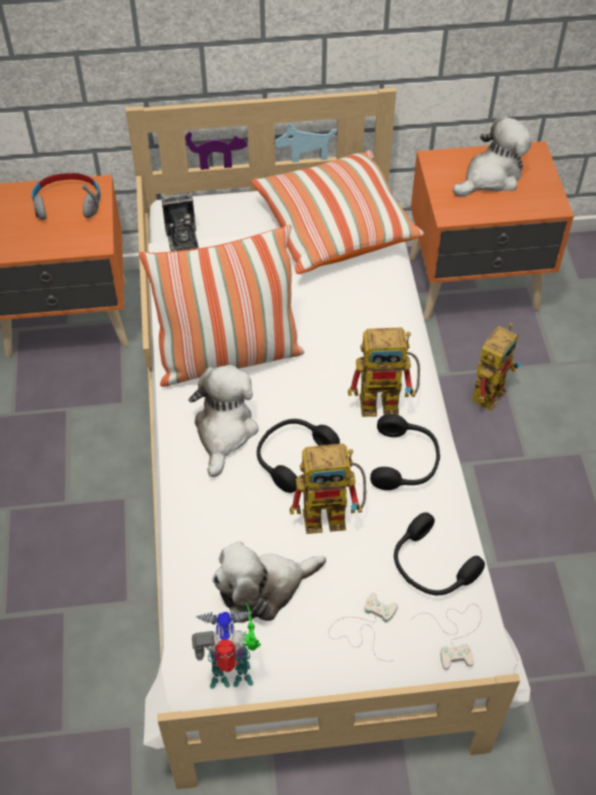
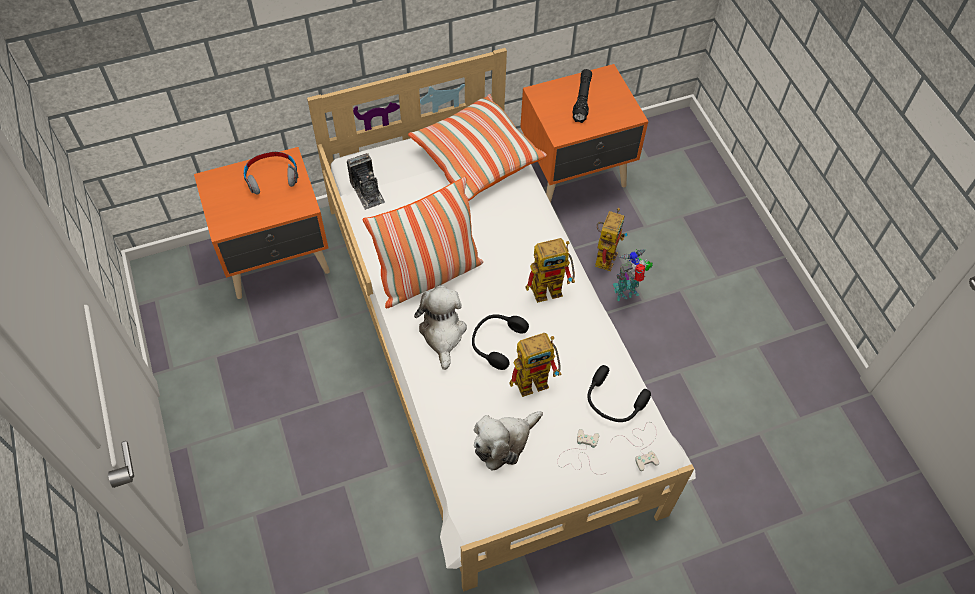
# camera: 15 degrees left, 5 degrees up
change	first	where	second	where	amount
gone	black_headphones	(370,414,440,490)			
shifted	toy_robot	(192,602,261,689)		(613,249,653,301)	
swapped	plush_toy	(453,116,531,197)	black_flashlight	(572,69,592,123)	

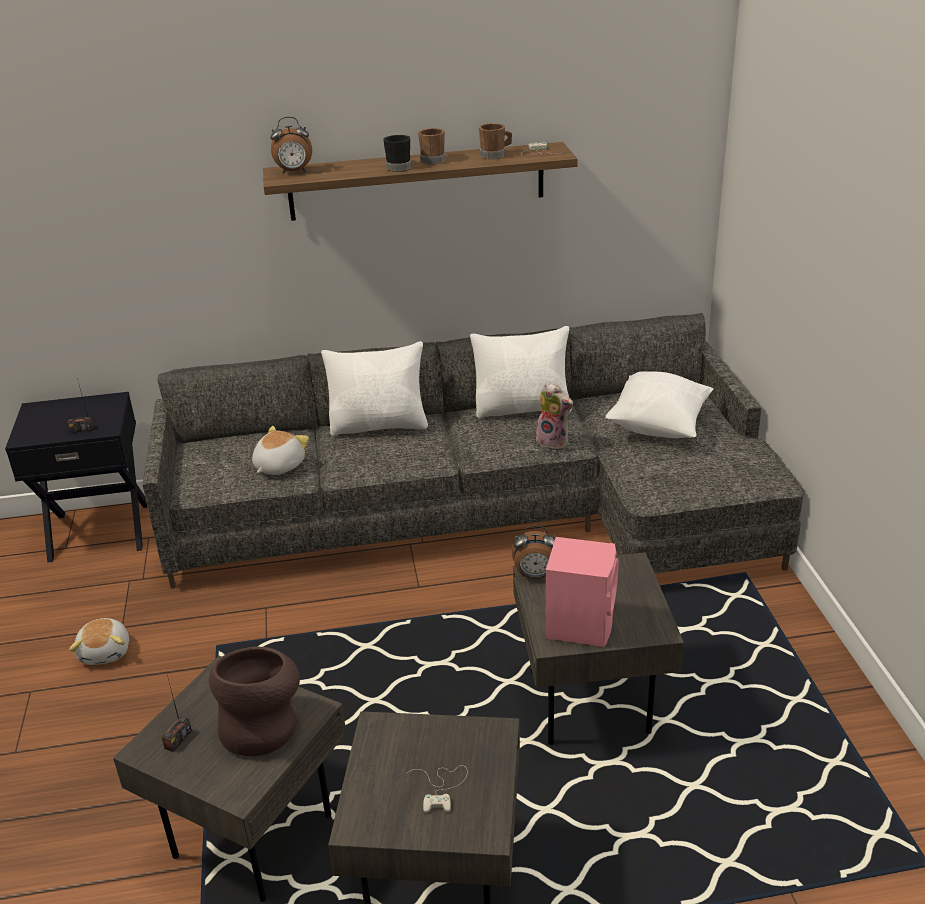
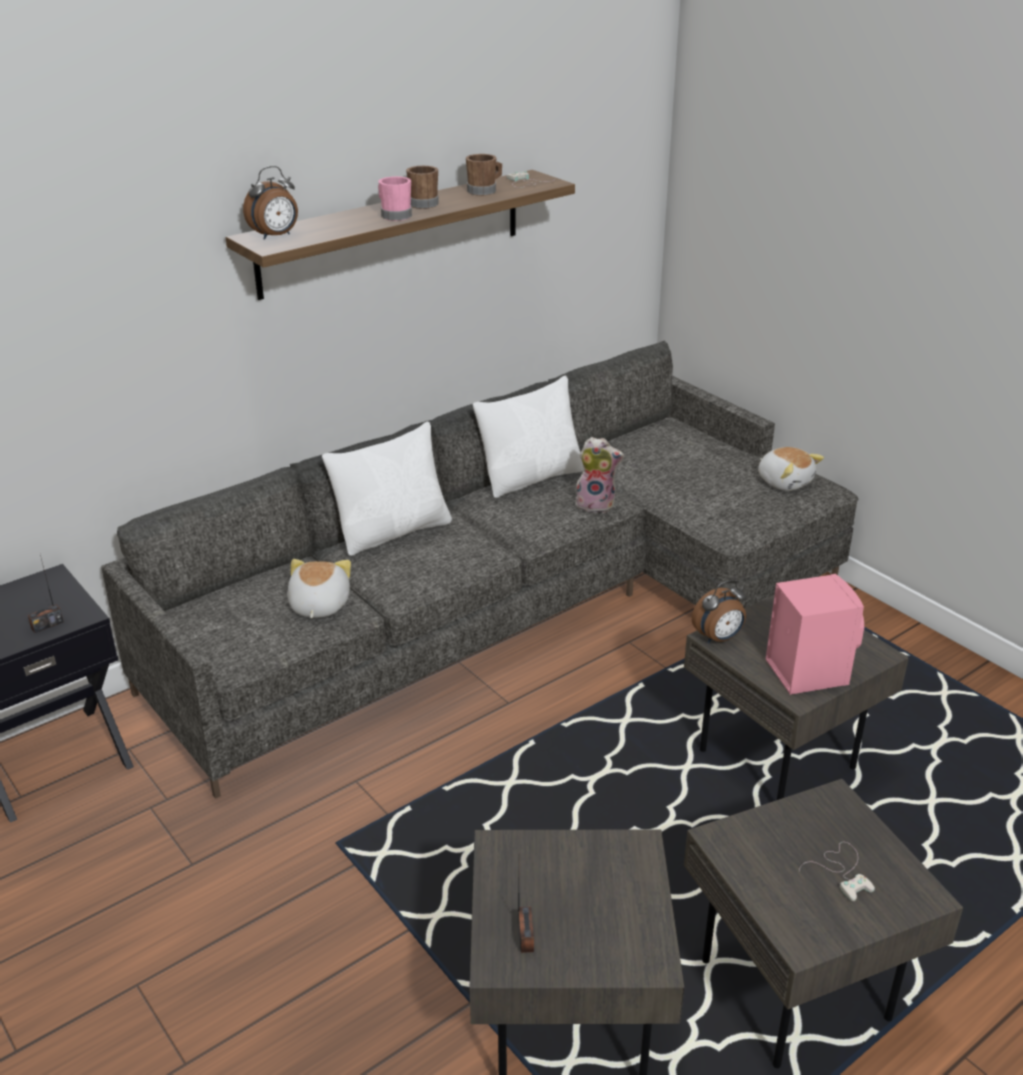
# camera: 30 degrees left, 0 degrees up
change	first	where	second	where	amount
gone	brown_vase	(209,647,300,756)			
gone	white_pillow	(605,371,713,438)			
shifted	plush_toy	(69,618,129,665)		(758,447,824,491)	
repainted	black_mug	(383,135,411,172)	pink_mug	(378,176,412,221)	

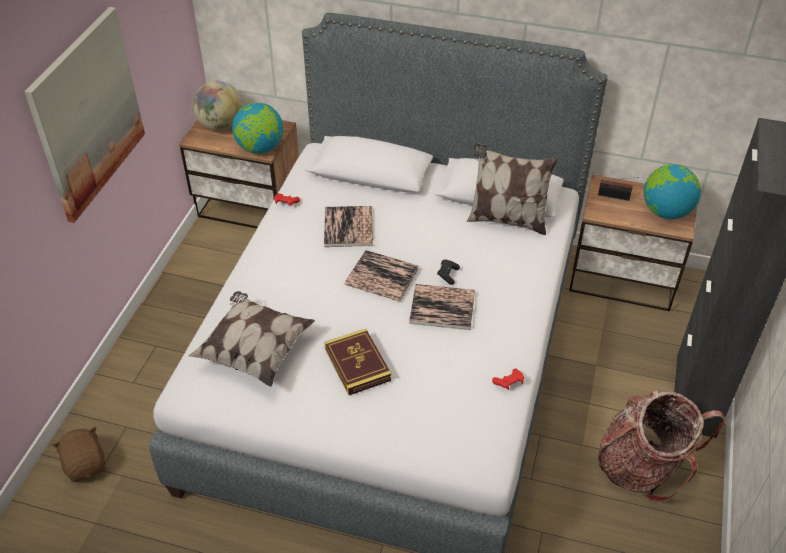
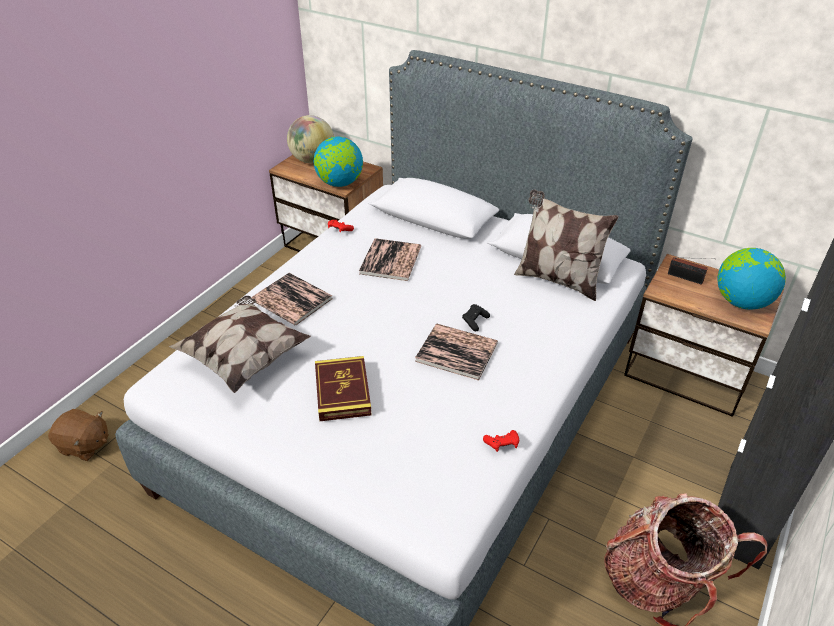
# camera: 15 degrees right, 5 degrees down
change	first	where	second	where	amount
gone	picture	(24,7,145,223)			
shifted	book	(345,250,418,301)		(251,273,332,326)	
rotated	brown_plush_toy	(52,427,106,482)		(48,409,108,461)	120 degrees clockwise

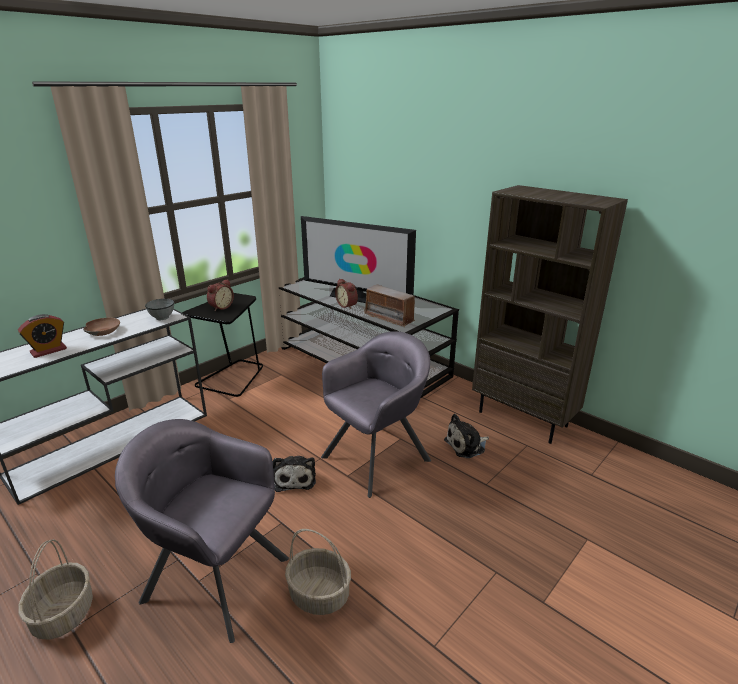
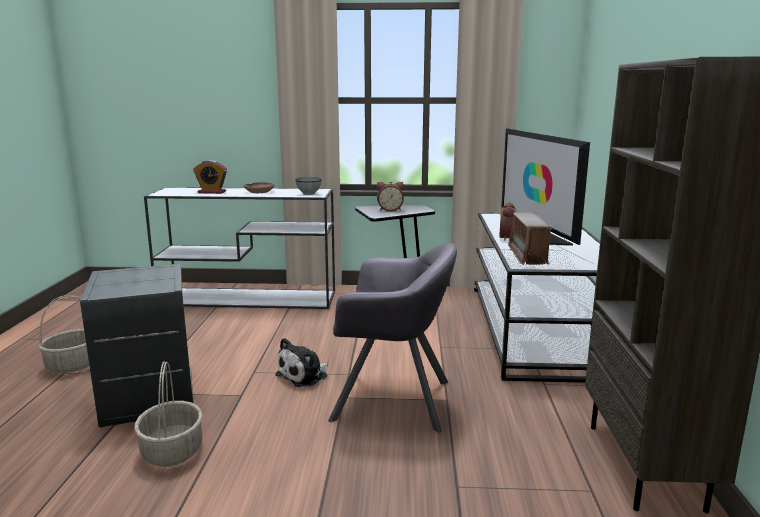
# camera: 50 degrees right, 10 degrees down
change	first	where	second	where	amount
gone	plush_toy	(444,414,489,458)			
swapped	grey_armchair	(115,419,289,643)	grey_side_table	(80,264,193,427)	

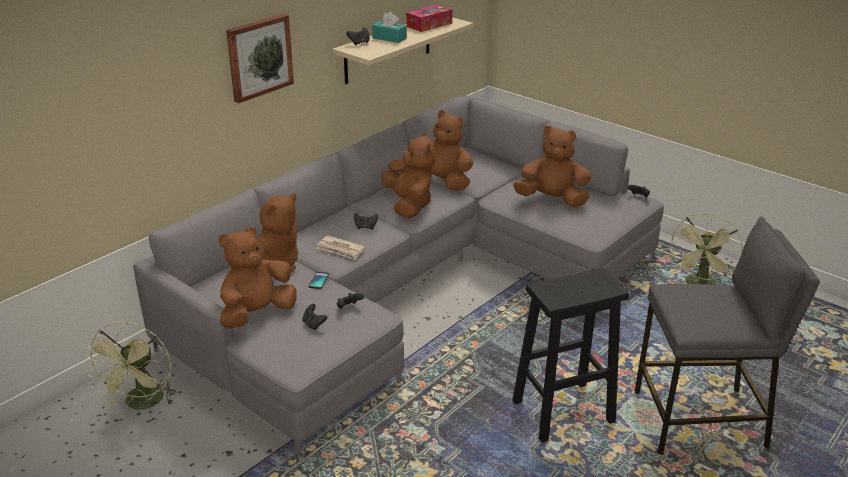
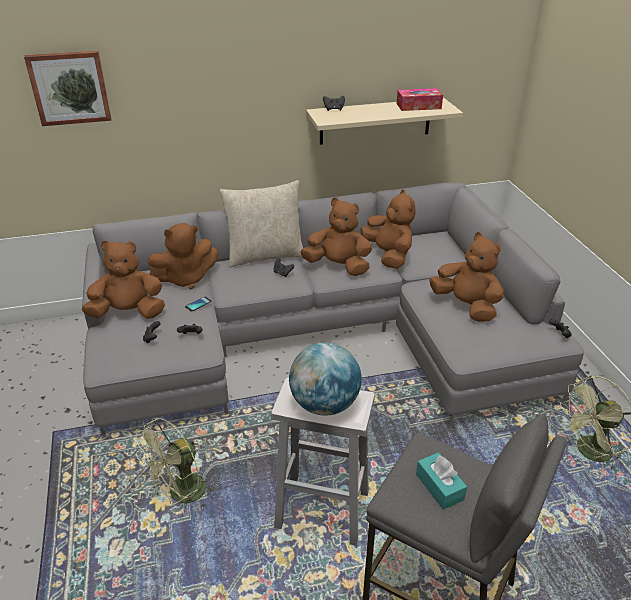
# camera: 35 degrees right, 5 degrees up
change	first	where	second	where	amount
gone	newspaper	(316,235,365,260)			
new			beige_pillow	(220,180,303,268)	
new			globe	(289,342,362,416)	
shifted	green_fan	(85,321,176,410)		(136,418,216,507)	
shifted	picture	(226,14,294,103)		(24,51,112,126)	
shifted	turquoise_tissue_box	(372,12,407,43)		(416,452,467,510)	
repainted	black_stool	(512,268,629,443)	white_stool	(271,378,375,546)	
rotated	brown_plush_toy	(382,133,435,218)		(300,198,372,276)	90 degrees counterclockwise

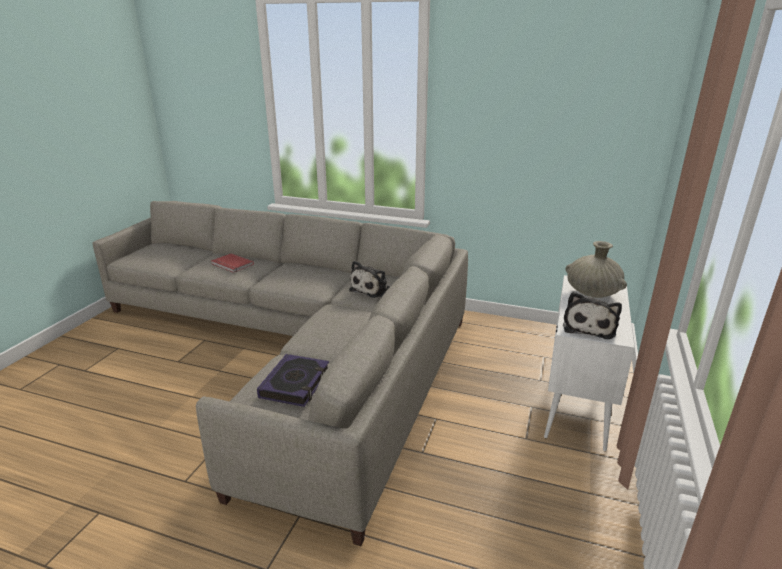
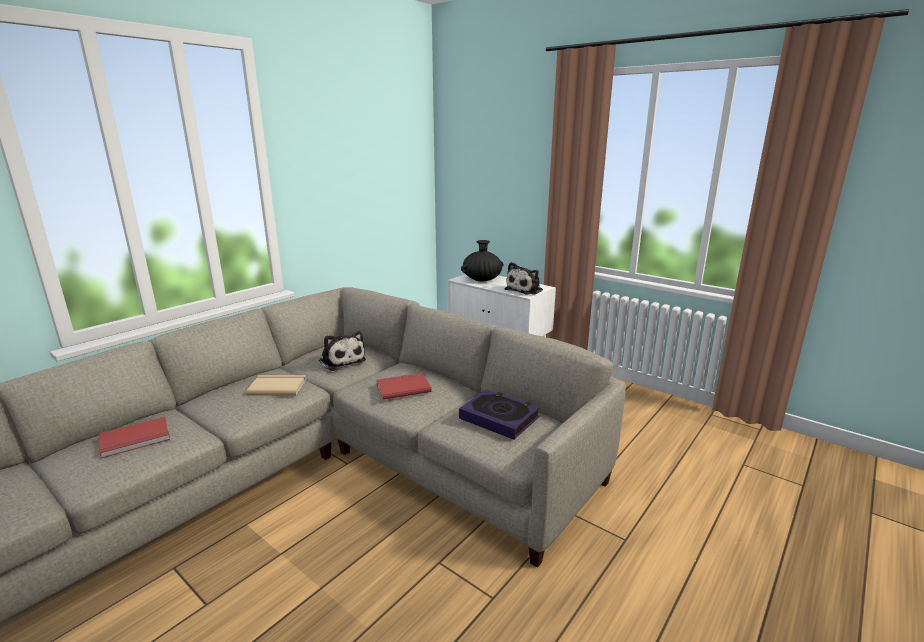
# camera: 70 degrees left, 5 degrees down
change	first	where	second	where	amount
new			beige_book	(246,375,306,396)	
new			red_book	(376,373,432,400)	
repainted	beige_vase	(566,241,627,298)	black_vase	(461,240,503,281)	
rotated	plush_toy	(563,292,622,339)		(505,262,543,295)	90 degrees clockwise

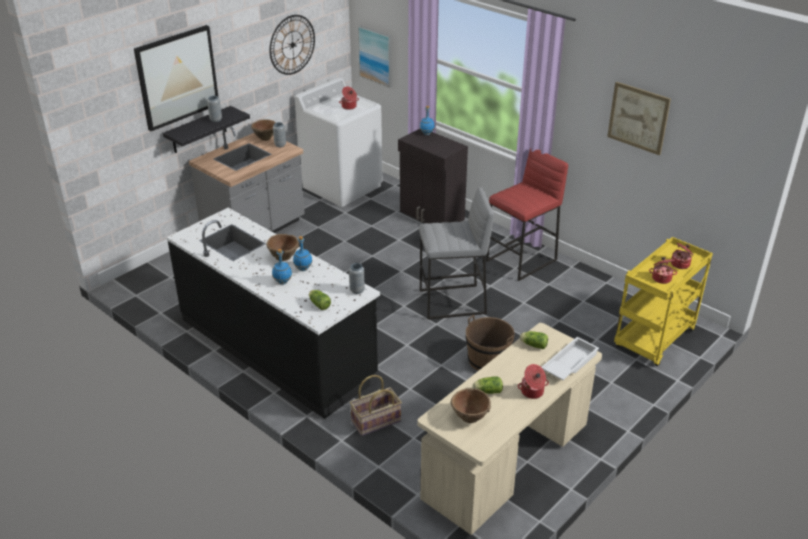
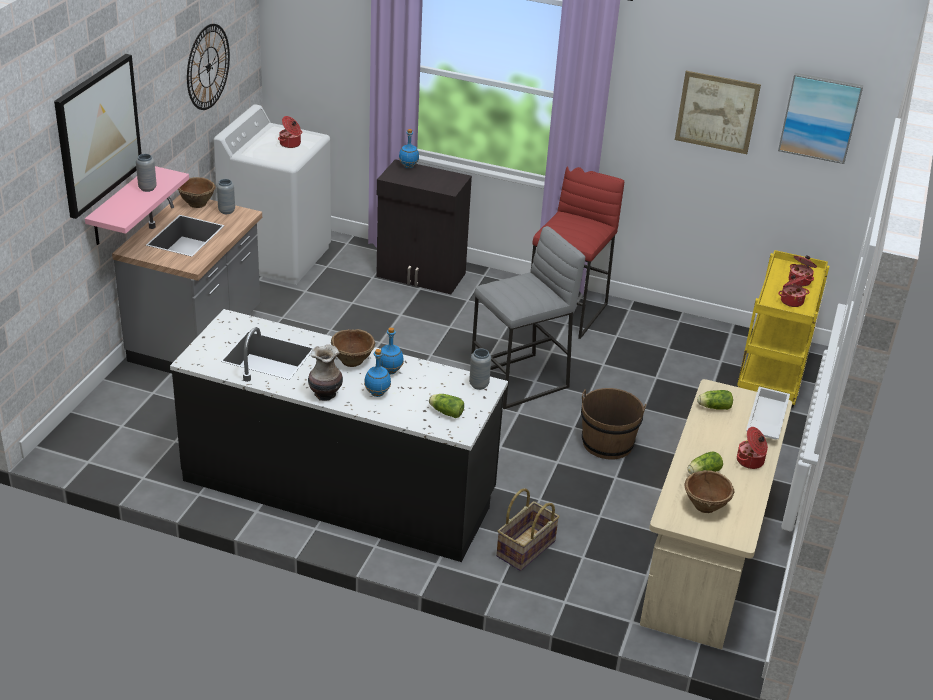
# camera: 25 degrees left, 0 degrees up
change	first	where	second	where	amount
new			vase	(308,344,343,401)	
shifted	picture	(358,25,392,88)		(778,73,864,164)	
repainted	black_shelf	(163,106,250,153)	pink_shelf	(85,166,189,245)	

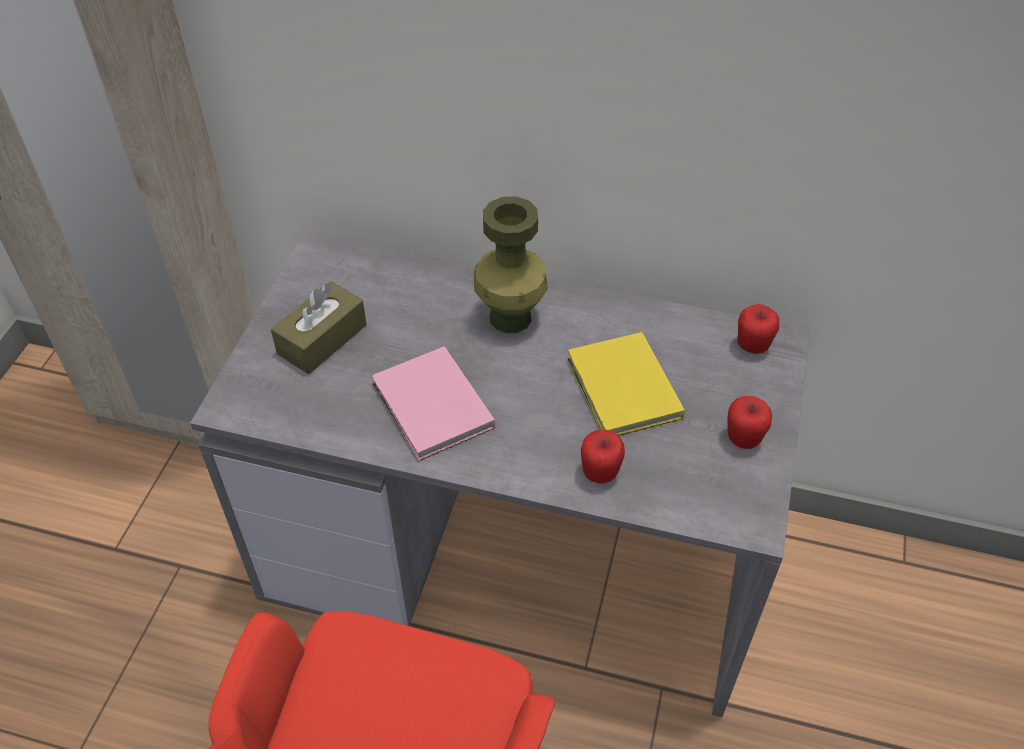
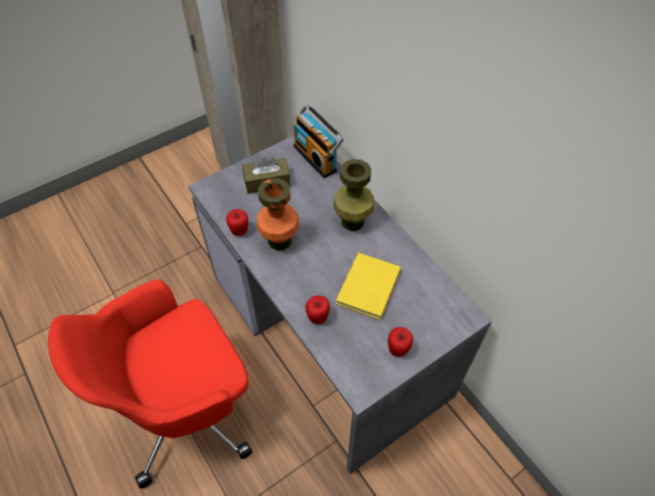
# camera: 40 degrees right, 5 degrees up
change	first	where	second	where	amount
new			radio	(293,104,344,178)	
shifted	apple	(737,304,780,354)		(226,209,248,236)	
swapped	pink_book	(371,346,495,461)	orange_vase	(257,178,299,251)	

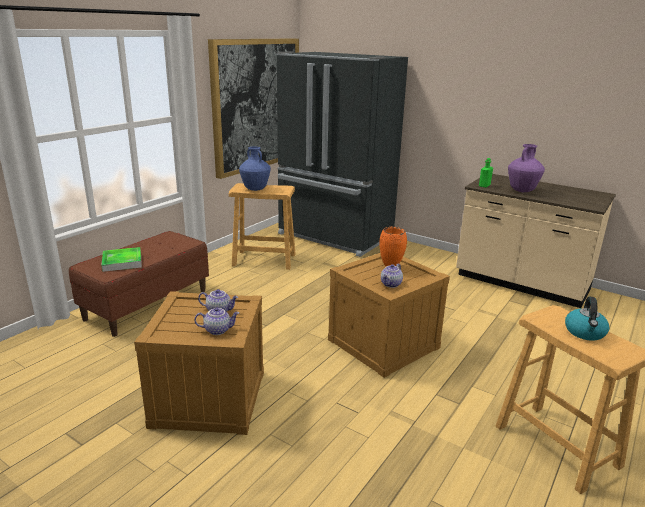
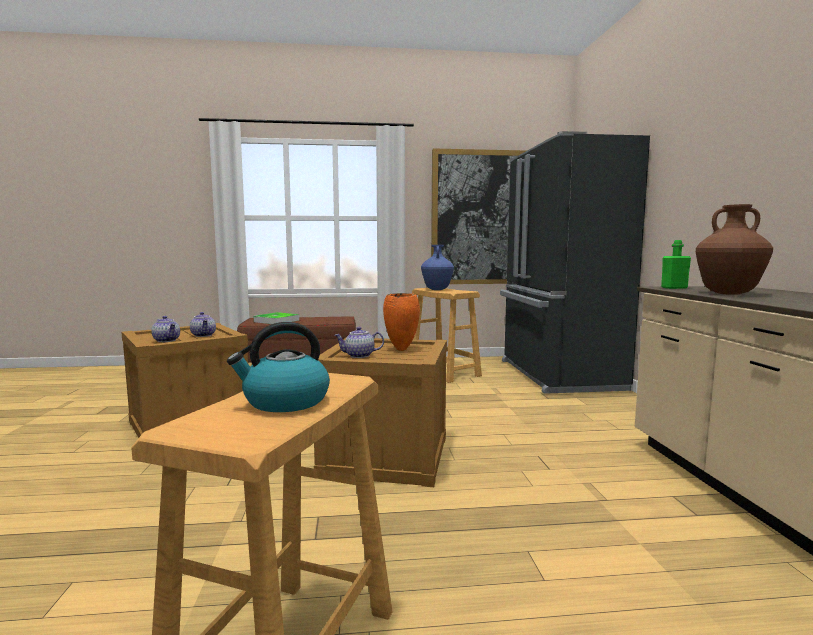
# camera: 50 degrees right, 15 degrees down
change	first	where	second	where	amount
repainted	purple_vase	(508,144,545,192)	brown_vase	(696,204,773,295)	

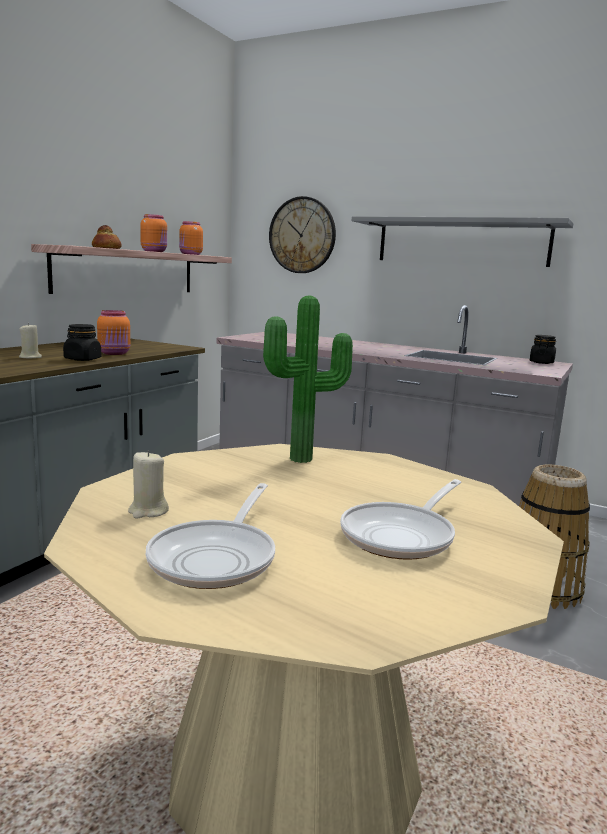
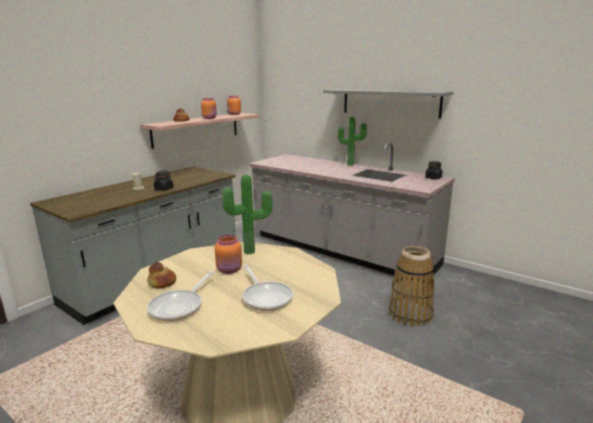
# camera: 10 degrees right, 5 degrees up
change	first	where	second	where	amount
gone	wall_clock	(269,196,336,273)			
new			potted_plant	(338,117,367,166)	
shifted	orange_jar	(97,310,130,355)		(215,235,242,274)	
swapped	beige_candle	(128,451,169,519)	bread	(147,262,176,289)	
rotated	frying_pan	(340,479,461,560)		(243,265,293,311)	75 degrees counterclockwise

